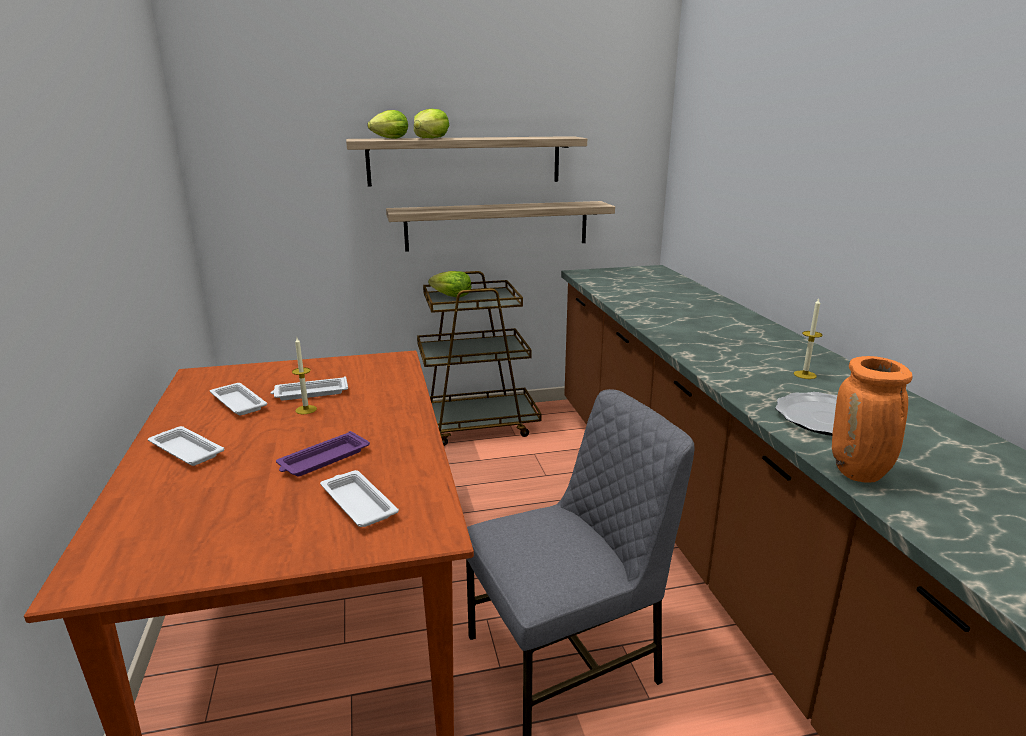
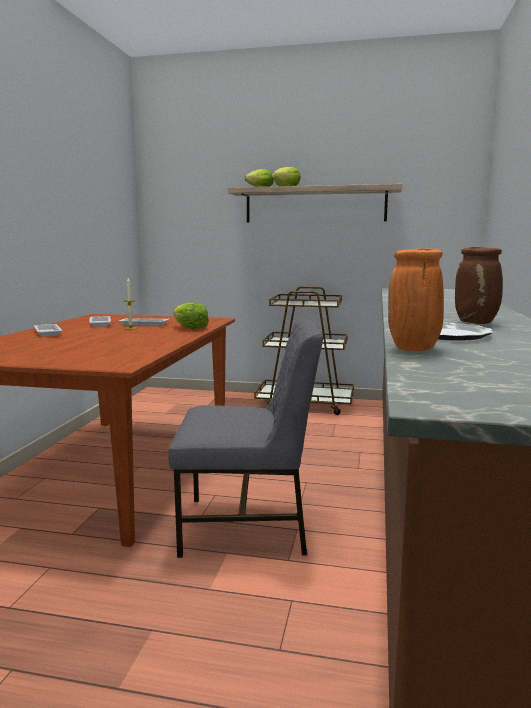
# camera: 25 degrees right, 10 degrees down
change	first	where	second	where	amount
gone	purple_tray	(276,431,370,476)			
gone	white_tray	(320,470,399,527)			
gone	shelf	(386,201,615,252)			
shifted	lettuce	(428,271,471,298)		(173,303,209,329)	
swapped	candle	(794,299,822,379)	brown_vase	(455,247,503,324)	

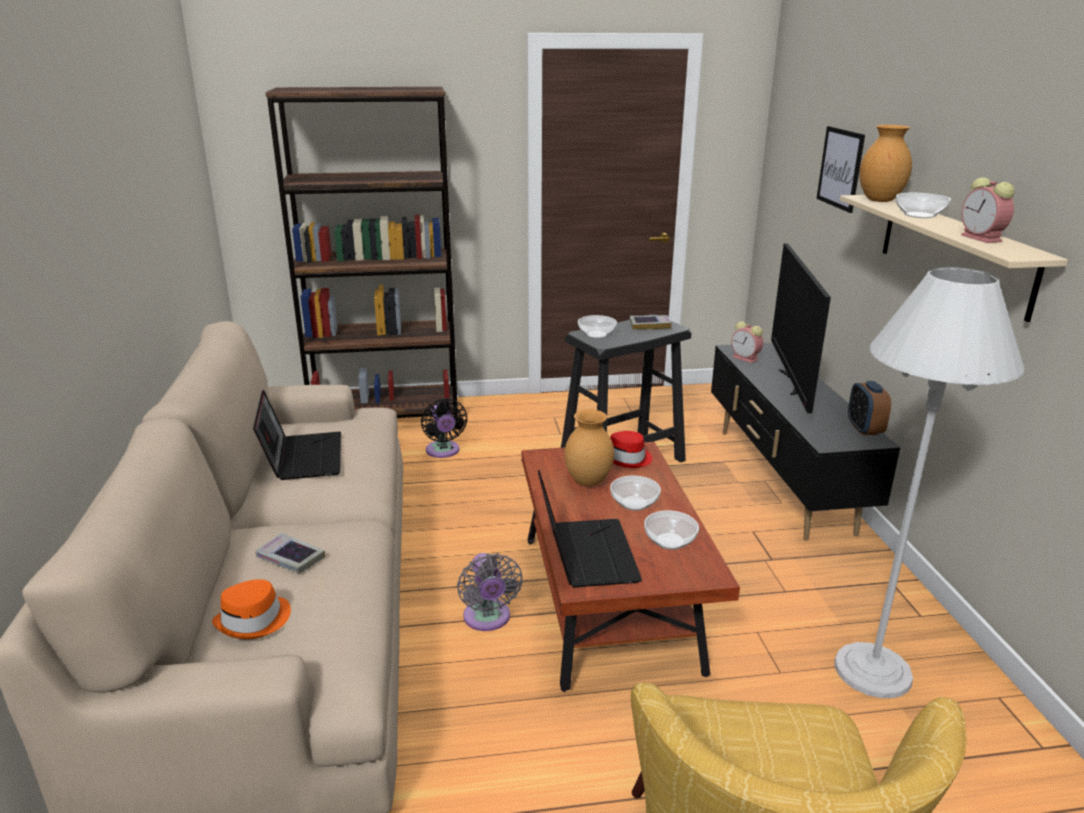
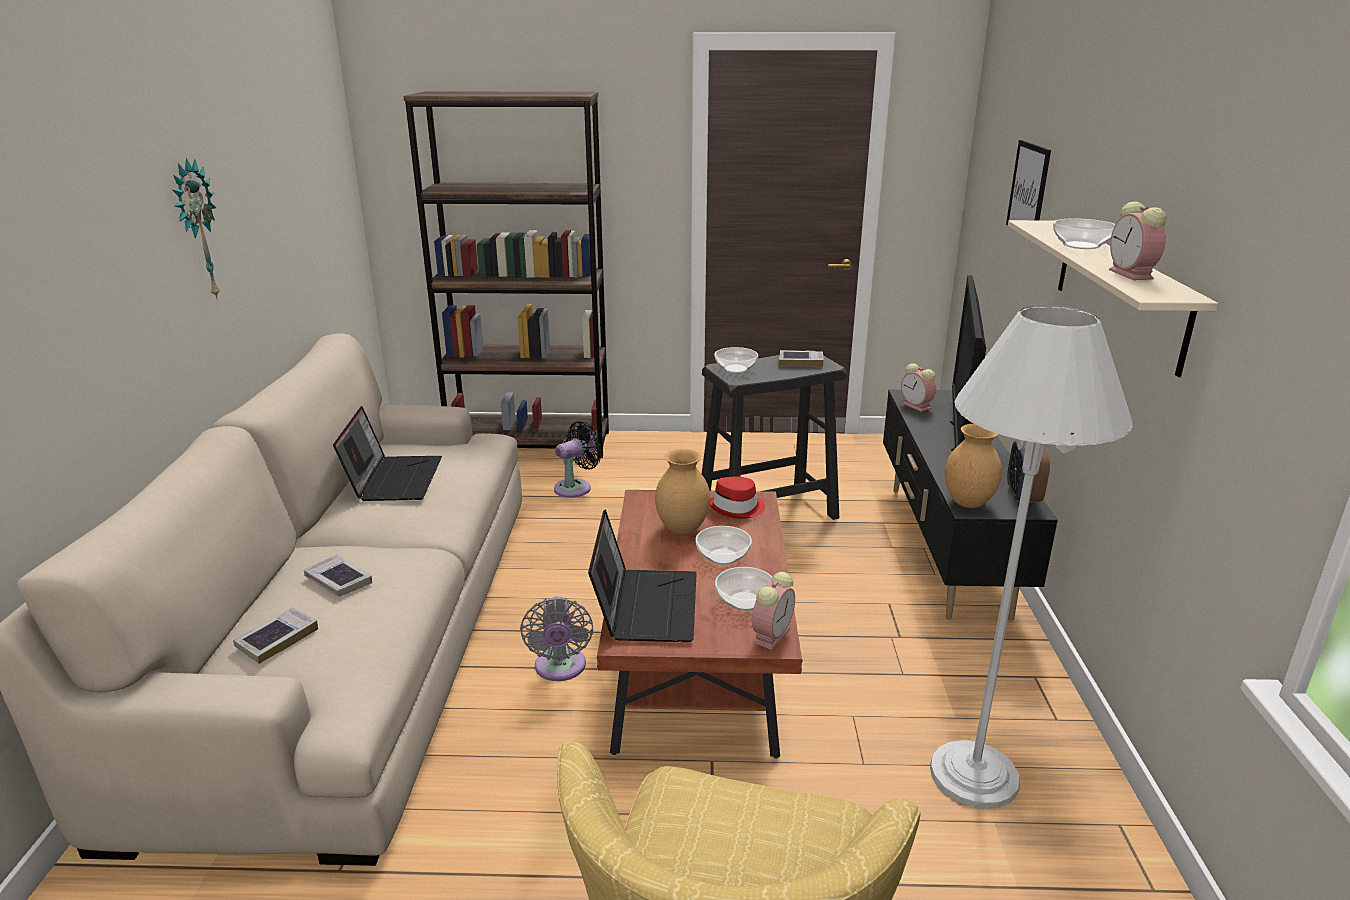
# camera: 10 degrees right, 0 degrees up
change	first	where	second	where	amount
new			wall_clock	(172,158,220,300)	
new			alarm_clock	(752,572,795,650)	
shifted	brown_vase	(859,125,912,202)		(945,424,1002,508)	
swapped	orange_hat	(212,579,291,639)	book	(233,608,318,664)	
rotated	black_fan	(421,398,468,458)		(554,421,602,498)	120 degrees counterclockwise

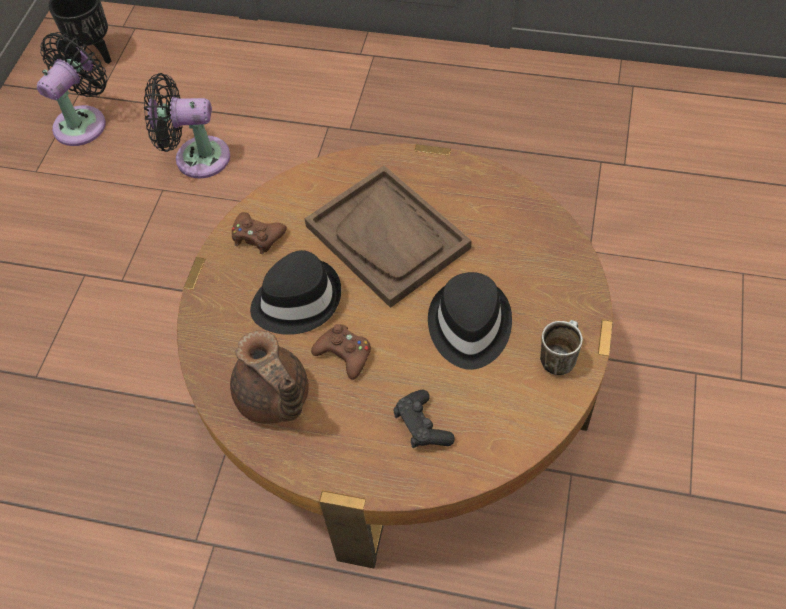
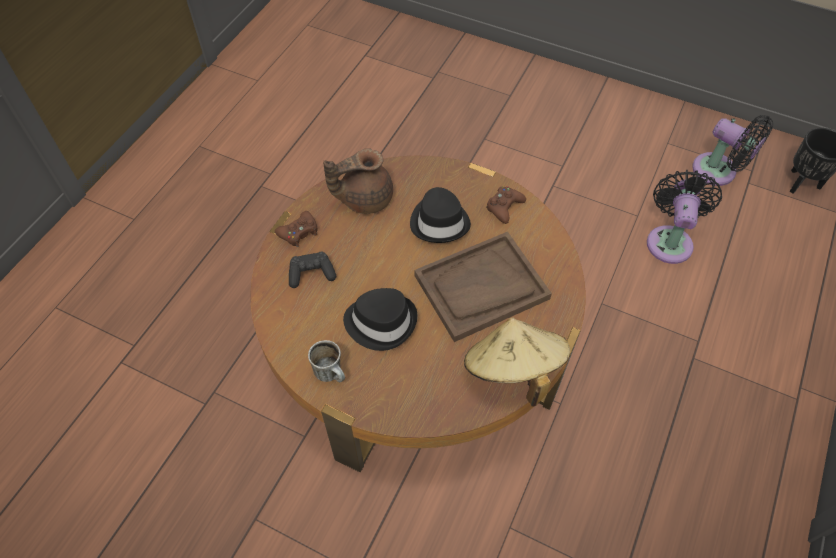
# camera: 100 degrees right, 0 degrees up
change	first	where	second	where	amount
new			beige_hat	(464,317,570,407)	
shifted	brown_game_controller	(311,324,371,380)		(275,211,317,247)	

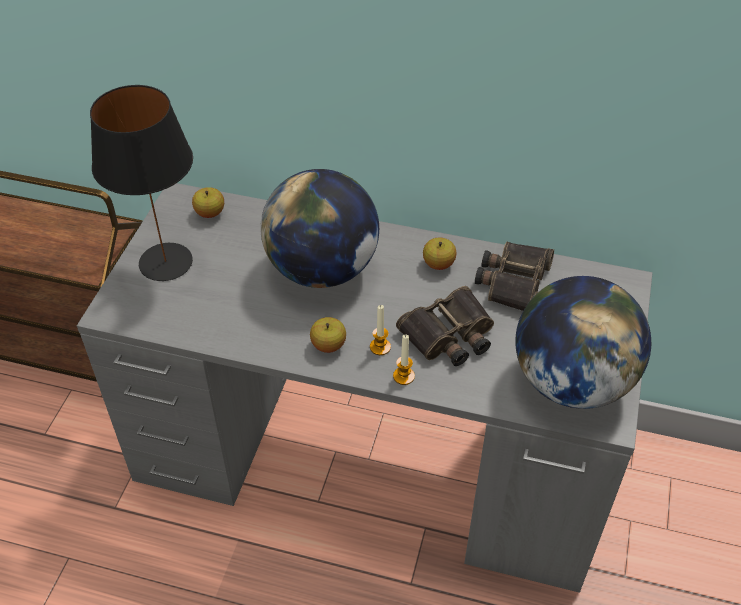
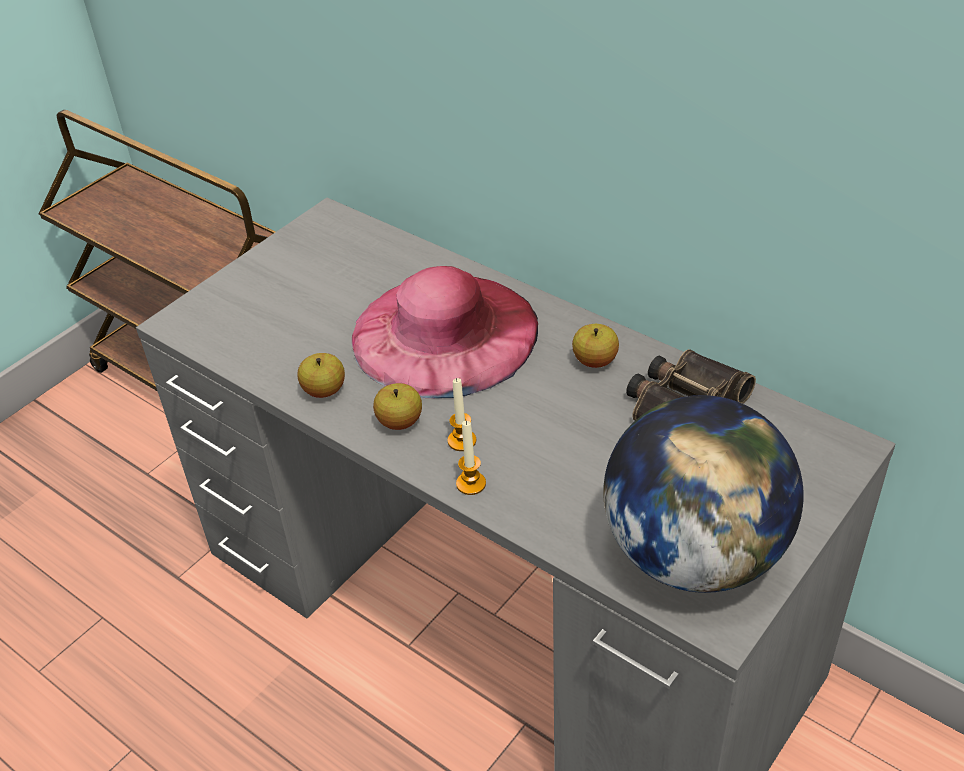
# camera: 25 degrees right, 5 degrees down
change	first	where	second	where	amount
gone	black_table_lamp	(90,85,193,281)			
gone	binoculars	(396,286,494,366)			
shifted	apple	(192,187,224,218)		(298,353,345,398)	
swapped	globe	(260,169,379,288)	pink_hat	(352,266,538,398)	

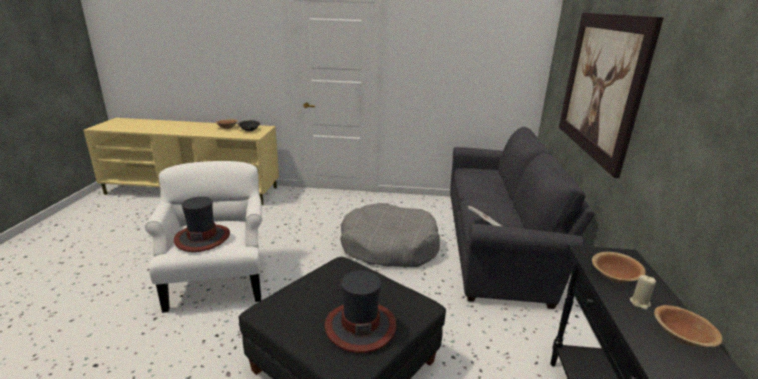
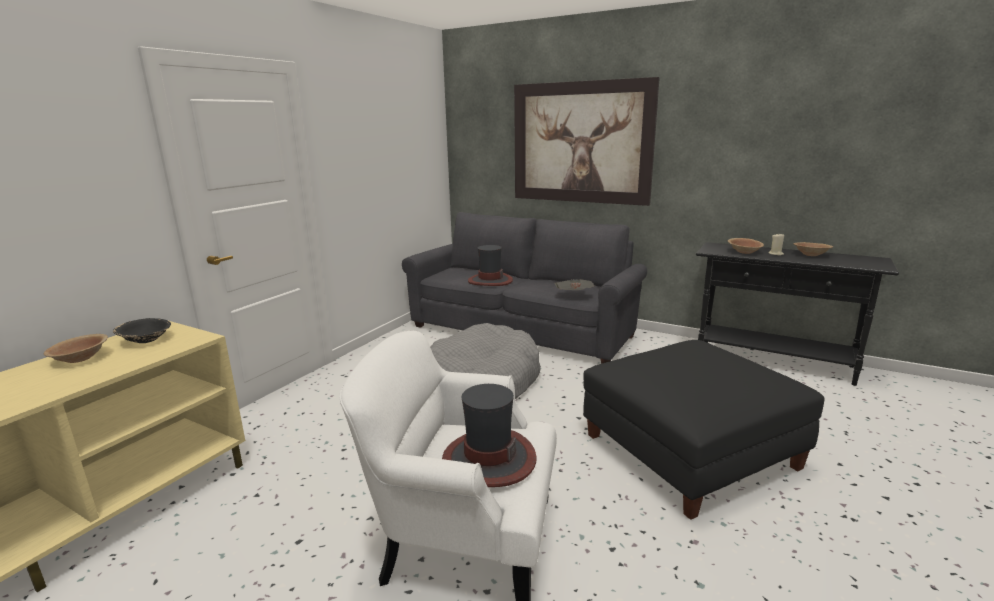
# camera: 65 degrees left, 5 degrees down
change	first	where	second	where	amount
shifted	hat	(324,271,397,353)		(468,245,513,286)	

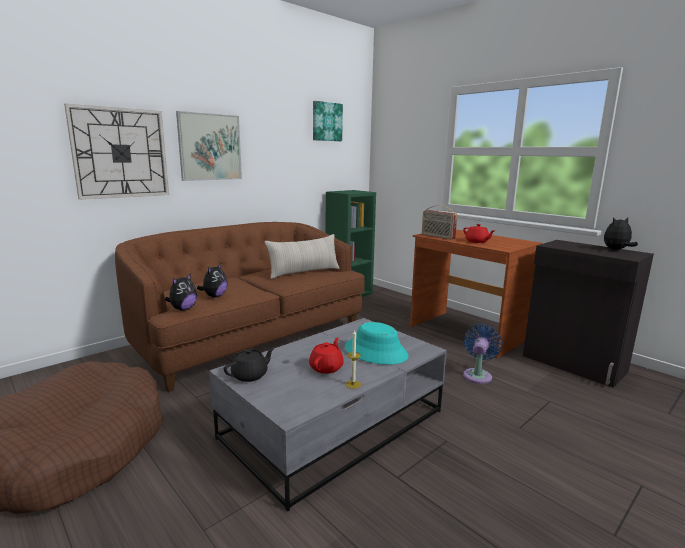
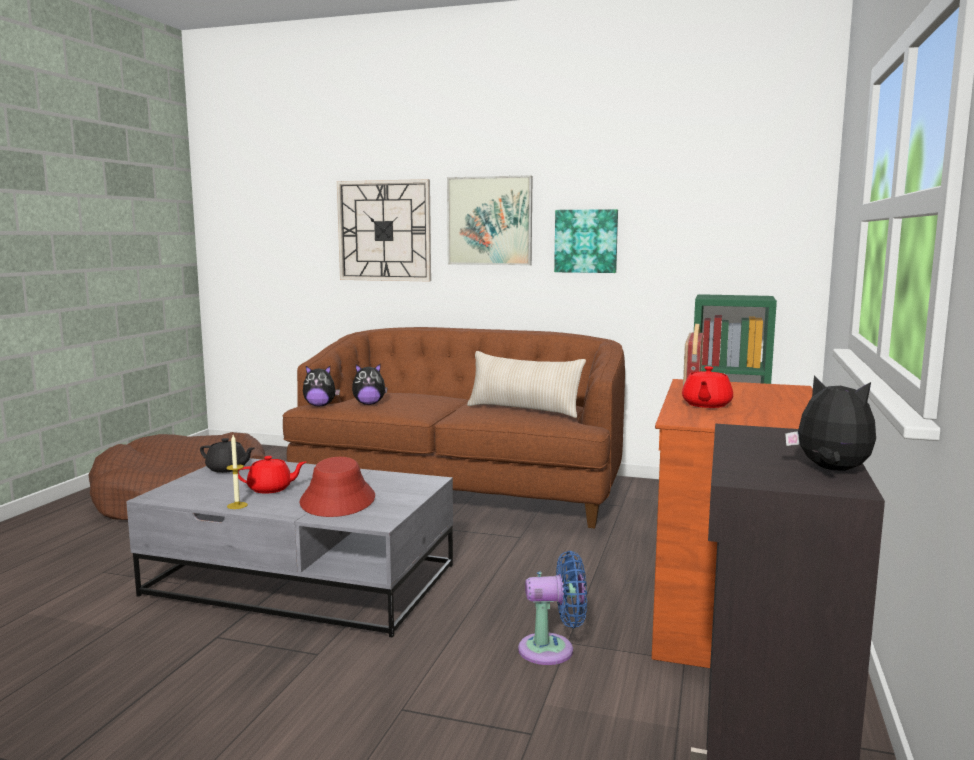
# camera: 60 degrees right, 5 degrees down
change	first	where	second	where	amount
shifted	picture	(313,101,343,141)		(554,209,618,273)	
repainted	turquoise_hat	(345,322,409,365)	red_hat	(300,457,375,517)	

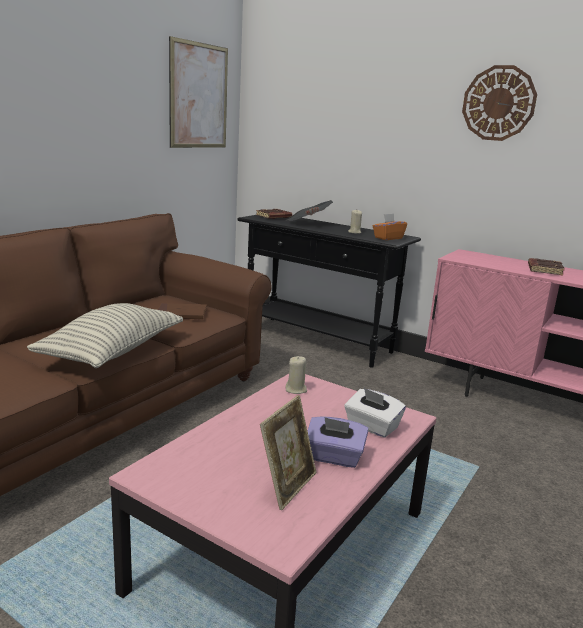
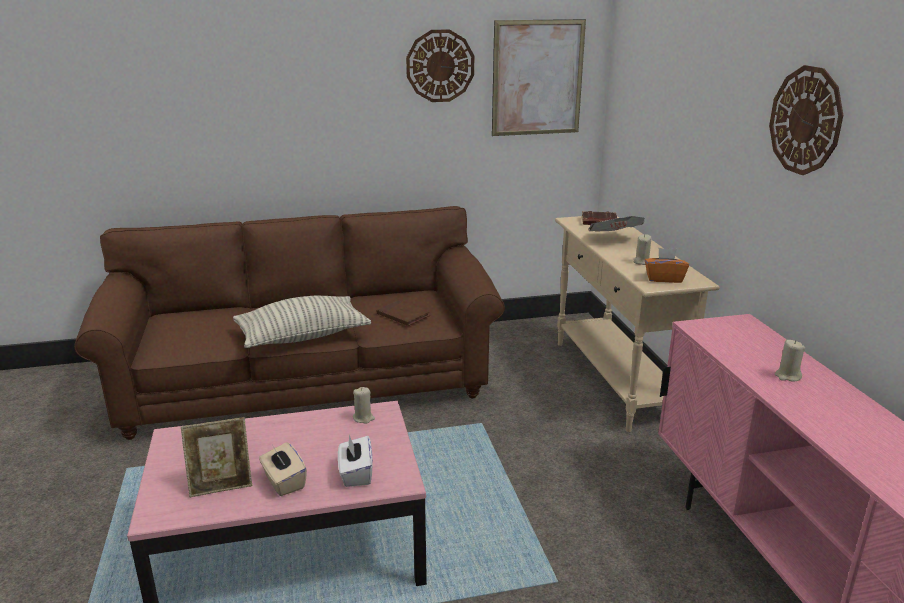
# camera: 45 degrees right, 5 degrees up
change	first	where	second	where	amount
new			wall_clock	(406,29,474,102)	
swapped	brown_book	(528,258,565,275)	beige_candle	(775,340,805,382)	
repainted	black_console_table	(238,215,421,368)	beige_console_table	(555,216,720,432)	
repainted	purple_tissue_box	(307,416,368,468)	beige_tissue_box	(259,442,307,496)	

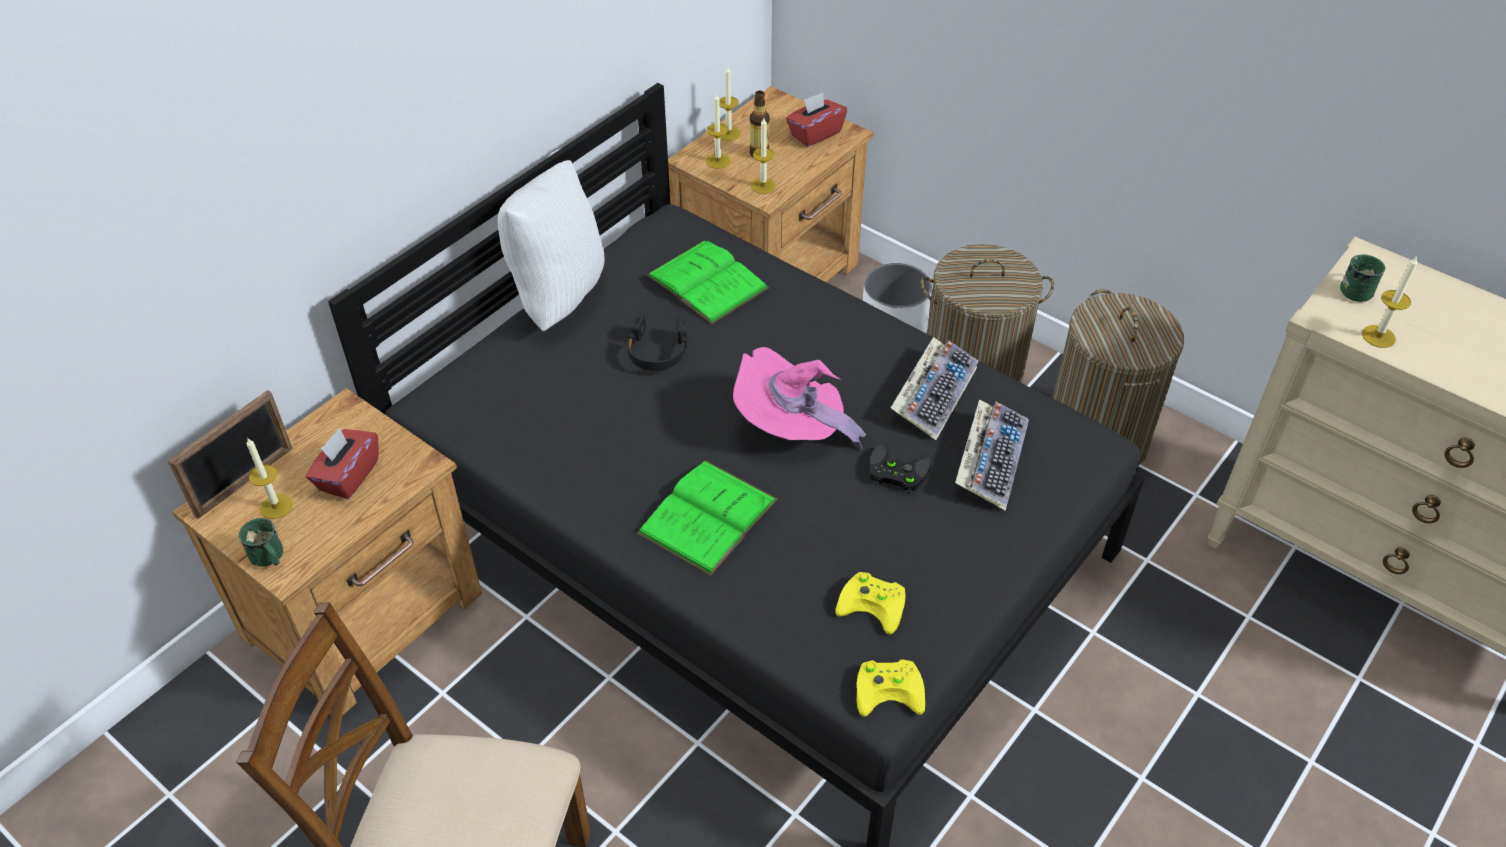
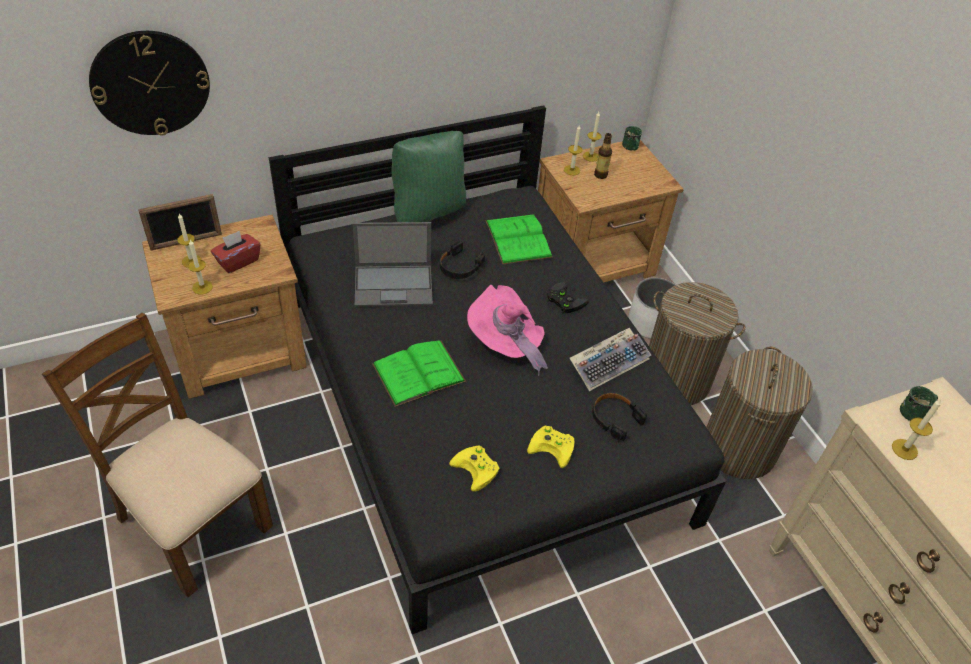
# camera: 25 degrees right, 0 degrees up
change	first	where	second	where	amount
gone	red_tissue_box	(786,92,847,147)			
new			wall_clock	(89,31,210,136)	
new			laptop	(353,222,433,307)	
shifted	green_mug	(239,518,284,567)		(622,126,642,151)	
shifted	candle	(751,118,776,194)		(188,240,213,295)	
shifted	yellow_game_controller	(857,659,925,717)		(527,426,574,468)	
shifted	black_game_controller	(870,443,932,493)		(547,282,589,313)	
swapped	keyboard	(955,399,1029,511)	black_headphones	(592,392,647,441)	
repainted	white_pillow	(498,148,604,331)	green_pillow	(391,131,466,222)	

